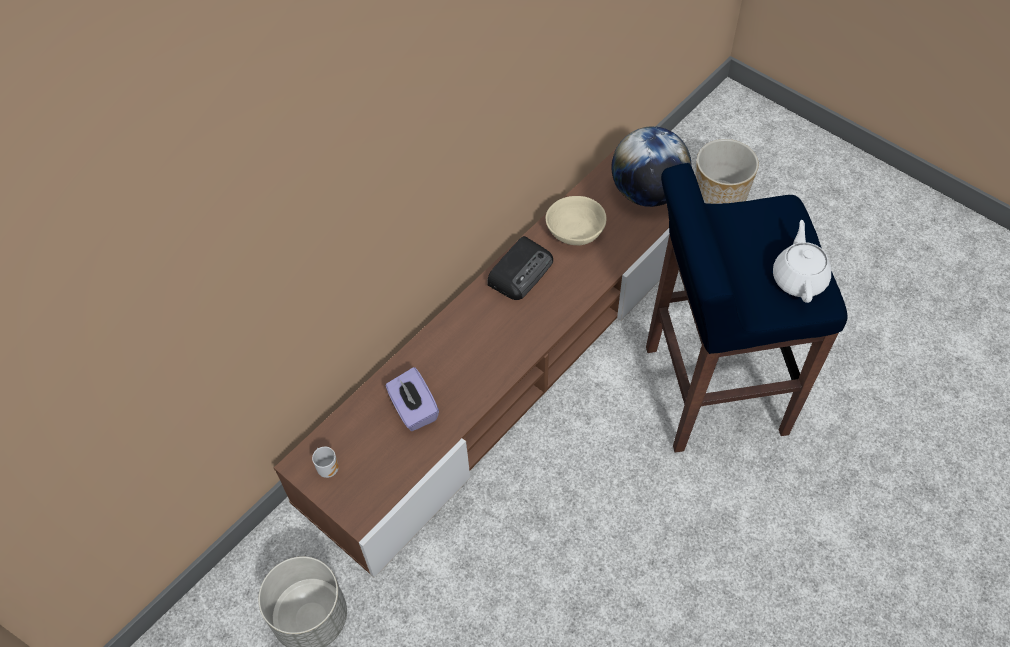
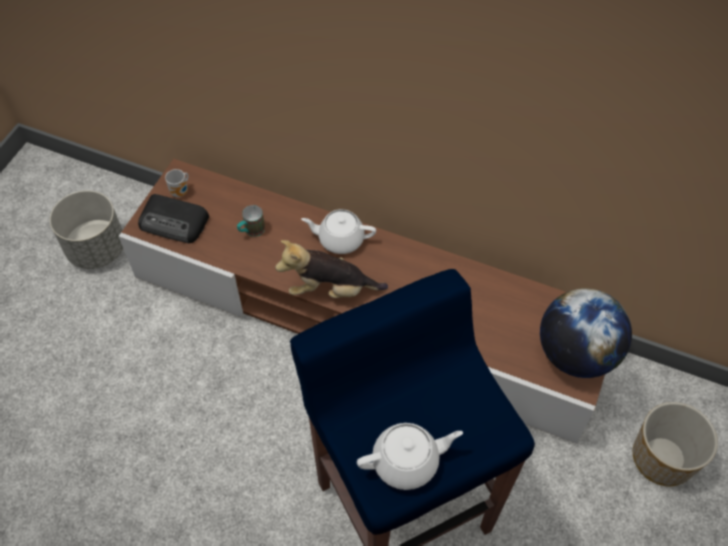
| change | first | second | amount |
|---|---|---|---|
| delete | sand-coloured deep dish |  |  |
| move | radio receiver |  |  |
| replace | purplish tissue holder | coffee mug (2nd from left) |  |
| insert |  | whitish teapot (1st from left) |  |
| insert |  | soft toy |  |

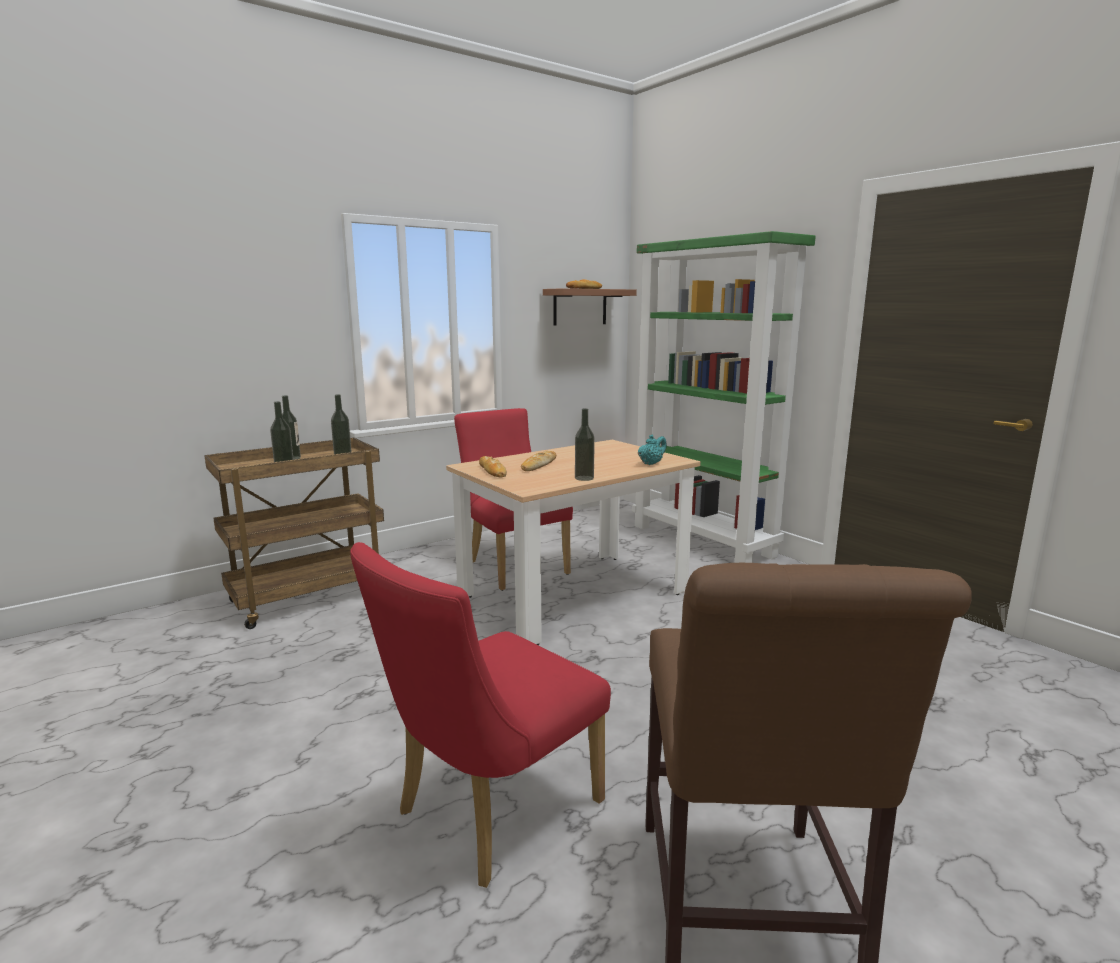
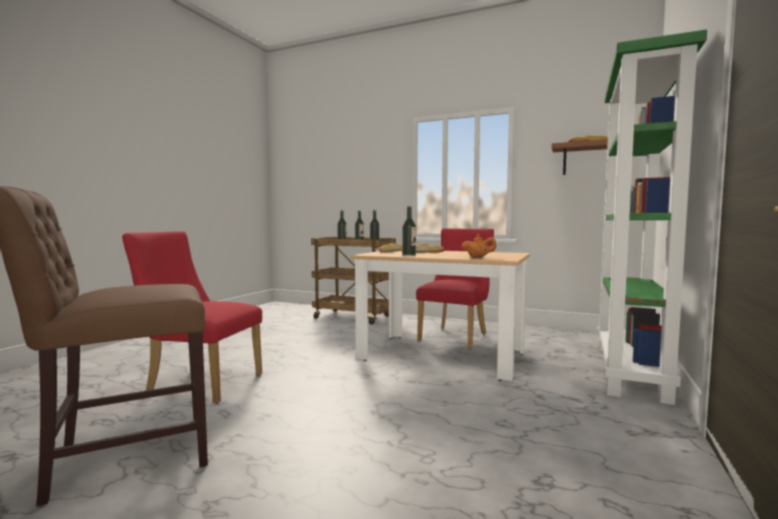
| change | first | second | amount |
|---|---|---|---|
| recolor | blue-green teapot | orangey teapot |  |

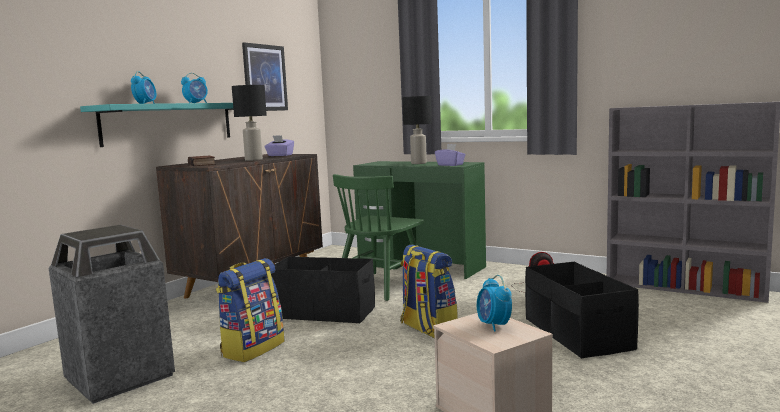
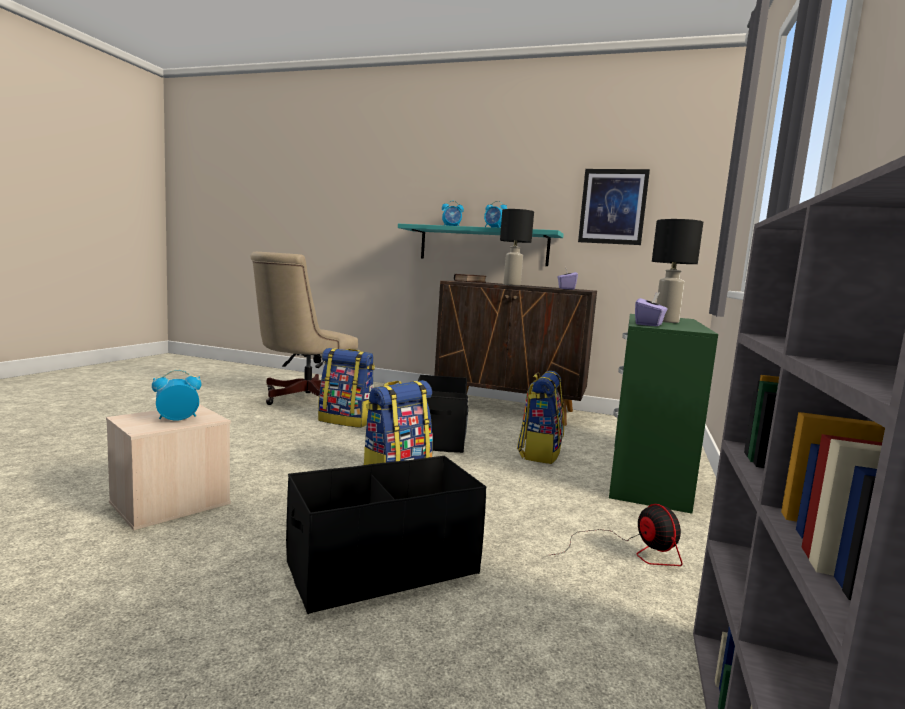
| change | first | second | amount |
|---|---|---|---|
| replace | greenish upright chair | backpack (3rd from left) |  |
| replace | waste bin | sand-coloured office chair |  |

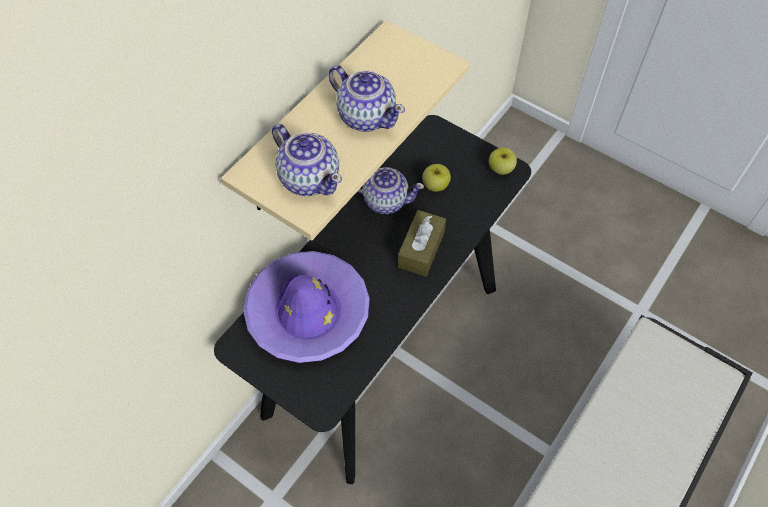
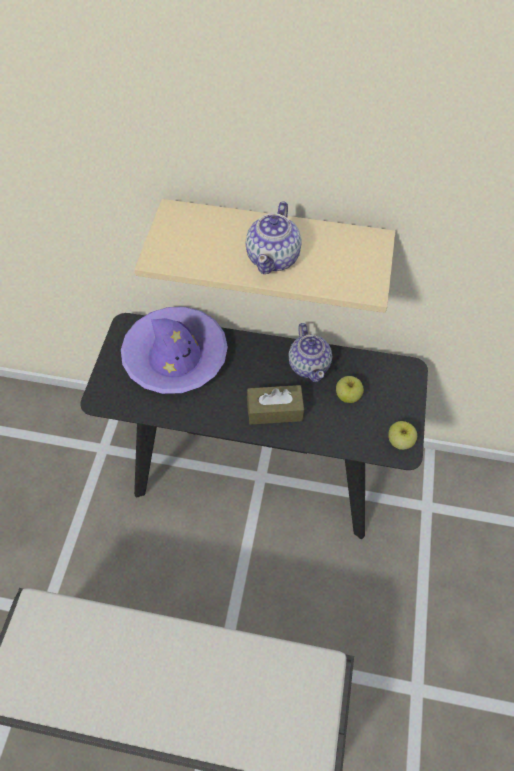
| change | first | second | amount |
|---|---|---|---|
| delete | teapot (1st from left) |  |  |

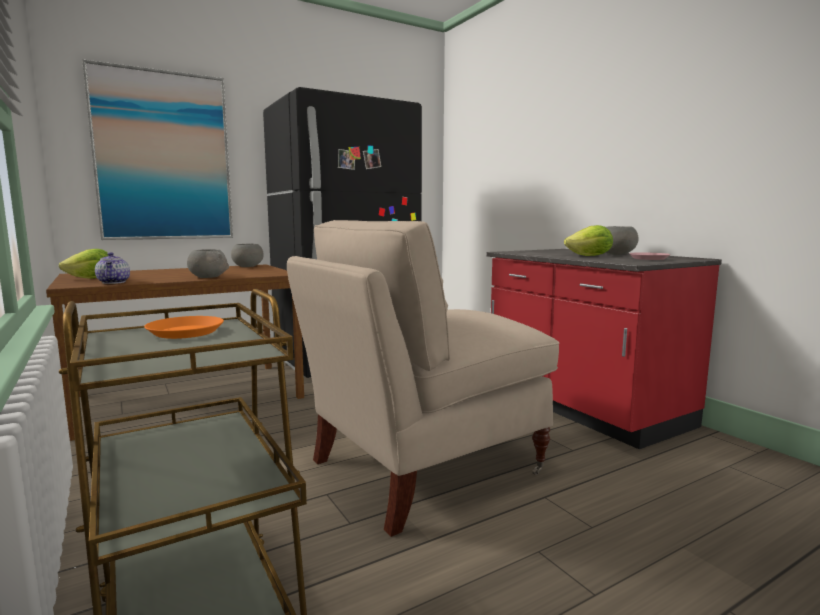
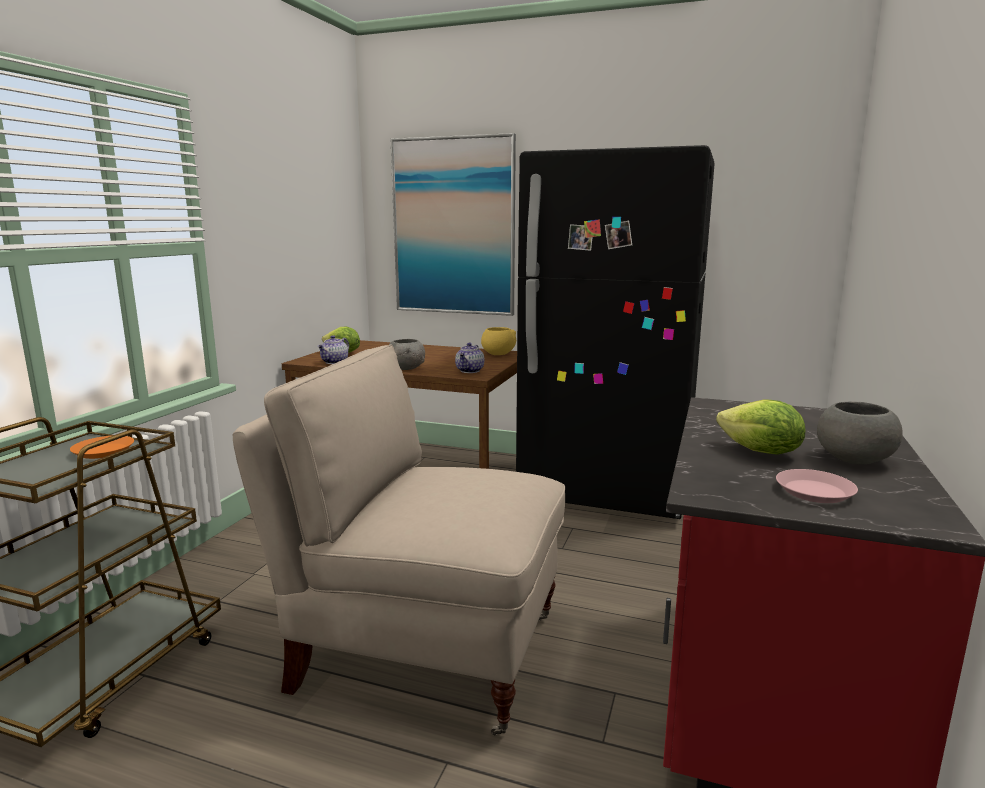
| change | first | second | amount |
|---|---|---|---|
| recolor | grey deep dish (2nd from left) | yellow-coloured deep dish |  |
| insert |  | teapot (2nd from left) |  |

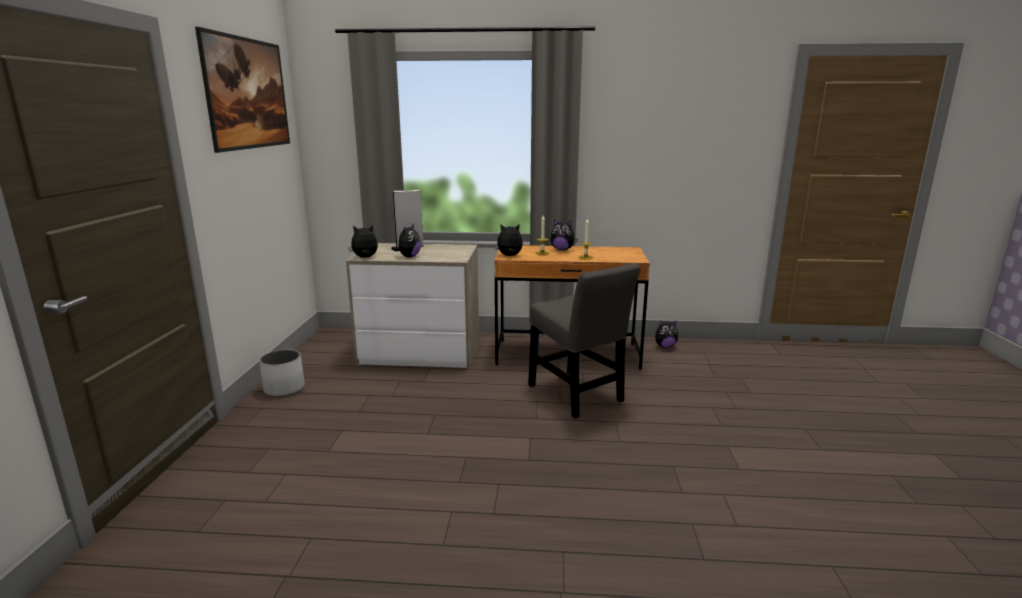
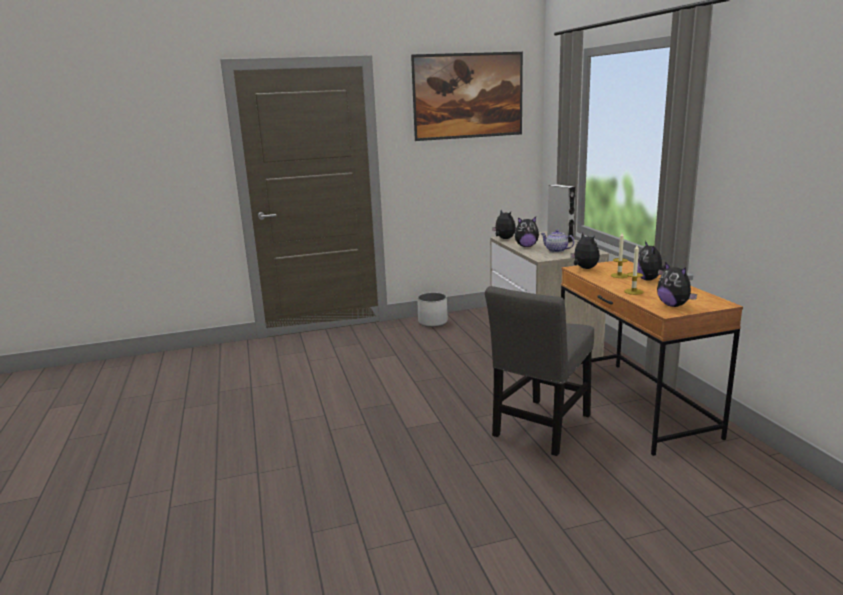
| change | first | second | amount |
|---|---|---|---|
| move | soft toy (5th from left) |  |  |
| insert |  | teapot |  |

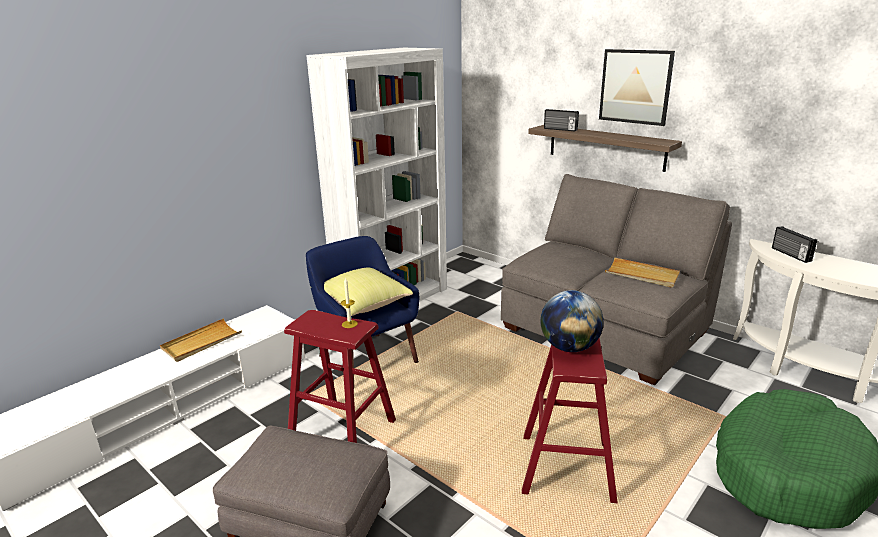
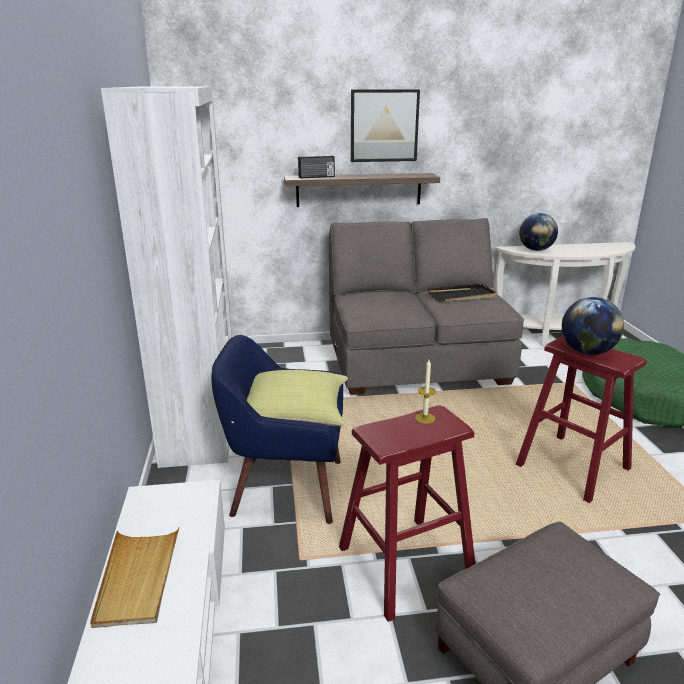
| change | first | second | amount |
|---|---|---|---|
| replace | radio receiver (2nd from left) | globe (1st from left) |  |
| recolor | sand-coloured tray (2nd from left) | black-coloured tray |  |

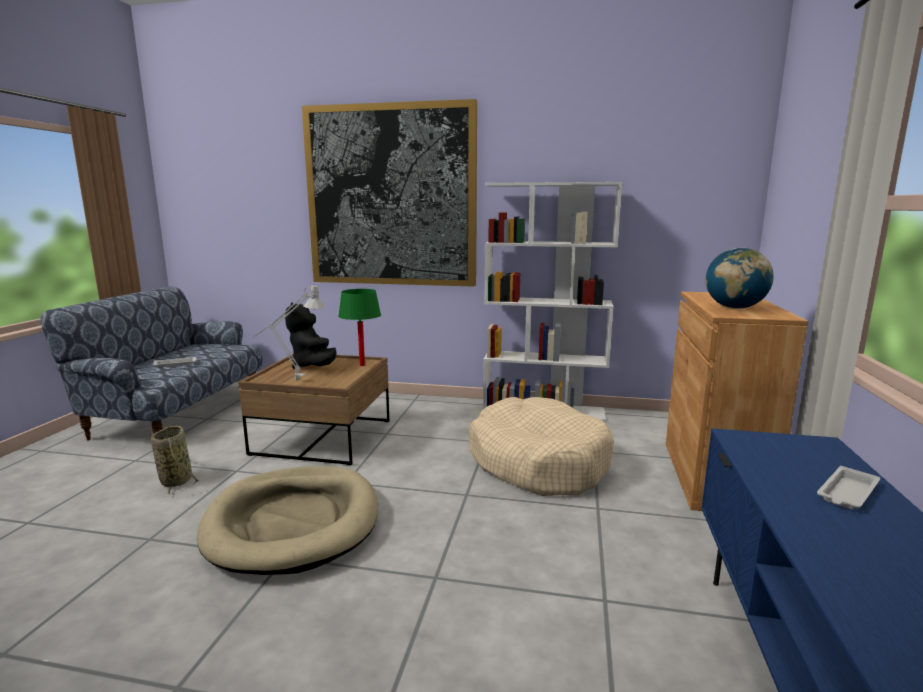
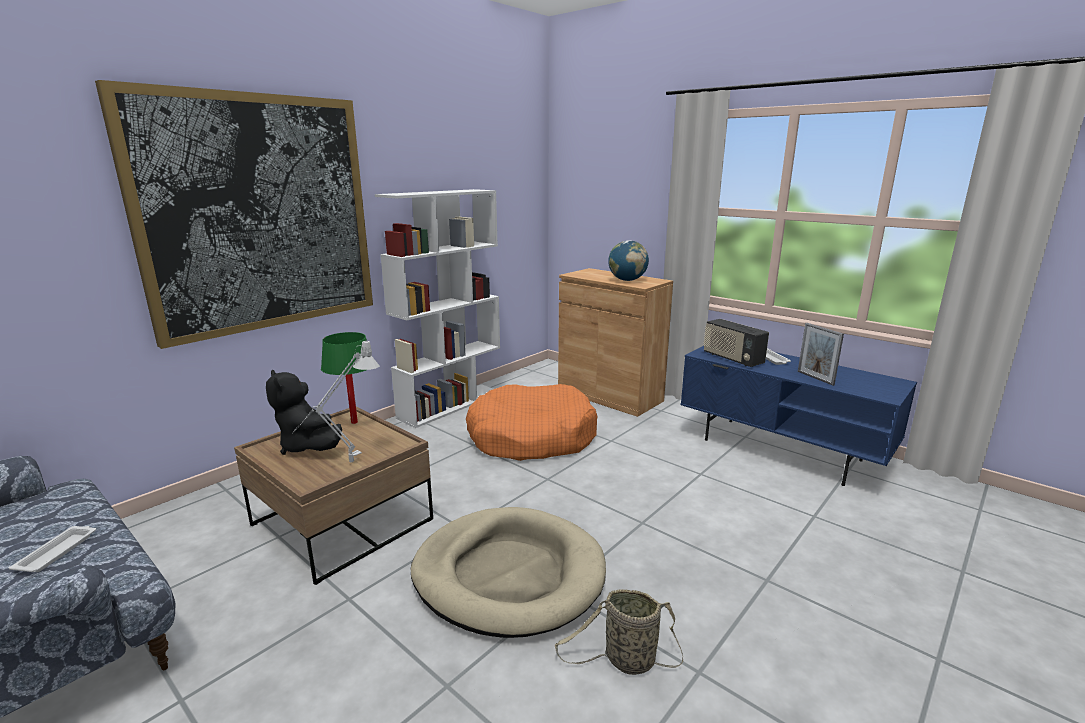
| change | first | second | amount |
|---|---|---|---|
| rotate | black-coloured soft toy |  | 45 degrees clockwise |
| recolor | sand-coloured dog bed (2nd from left) | orangey dog bed |  |
| move | household basket |  |  |
| insert |  | radio receiver |  |
| insert |  | standing frame |  |

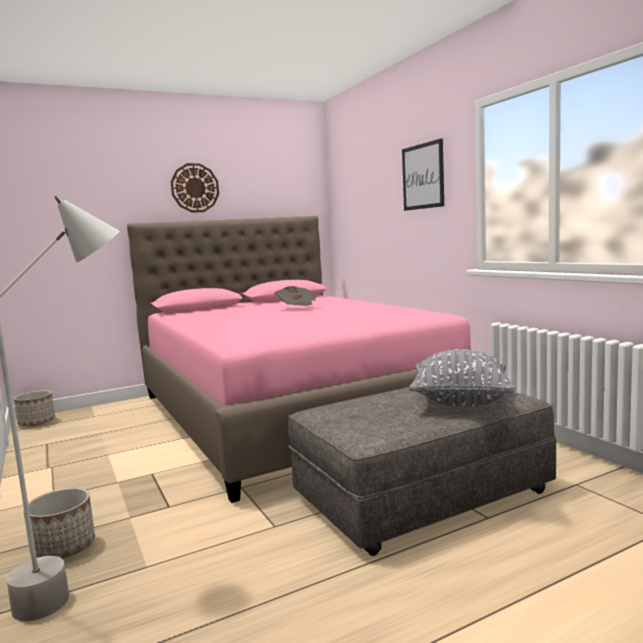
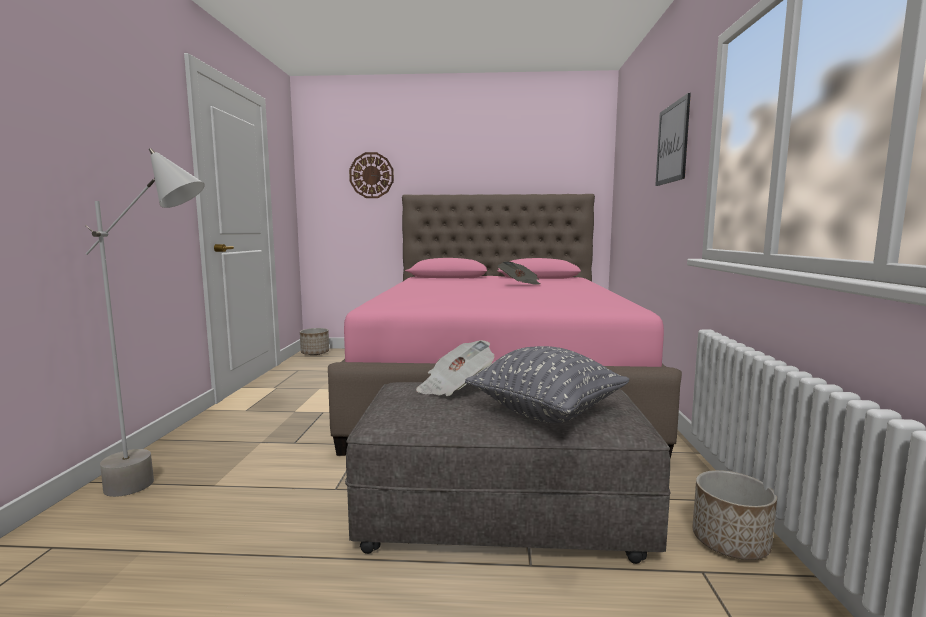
| change | first | second | amount |
|---|---|---|---|
| move | hanging clock |  |  |
| move | planter (2nd from left) |  |  |
| insert |  | newspaper (1st from left) |  |

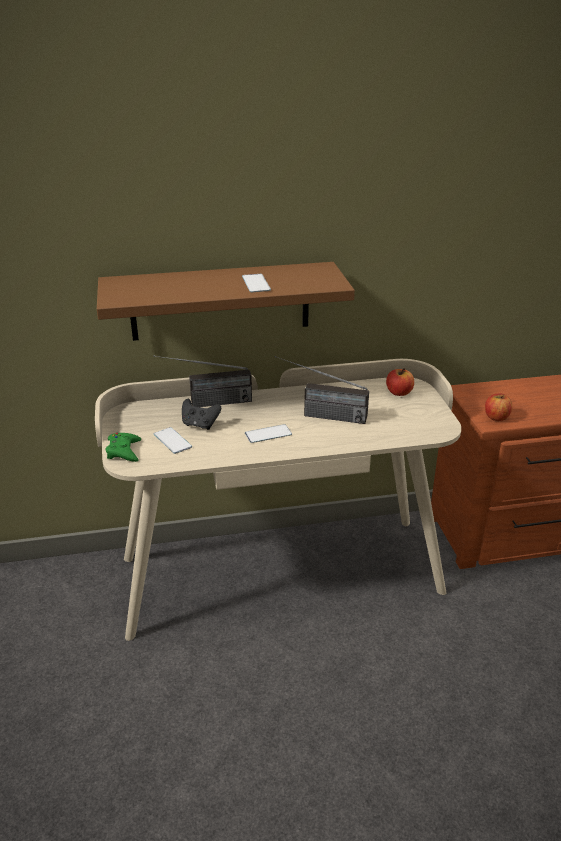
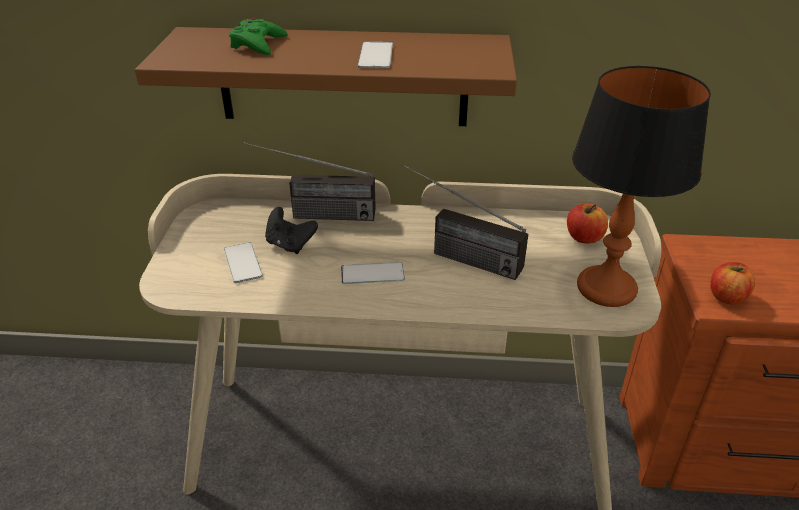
| change | first | second | amount |
|---|---|---|---|
| move | greenish game controller |  |  |
| insert |  | lamp for a table |  |

